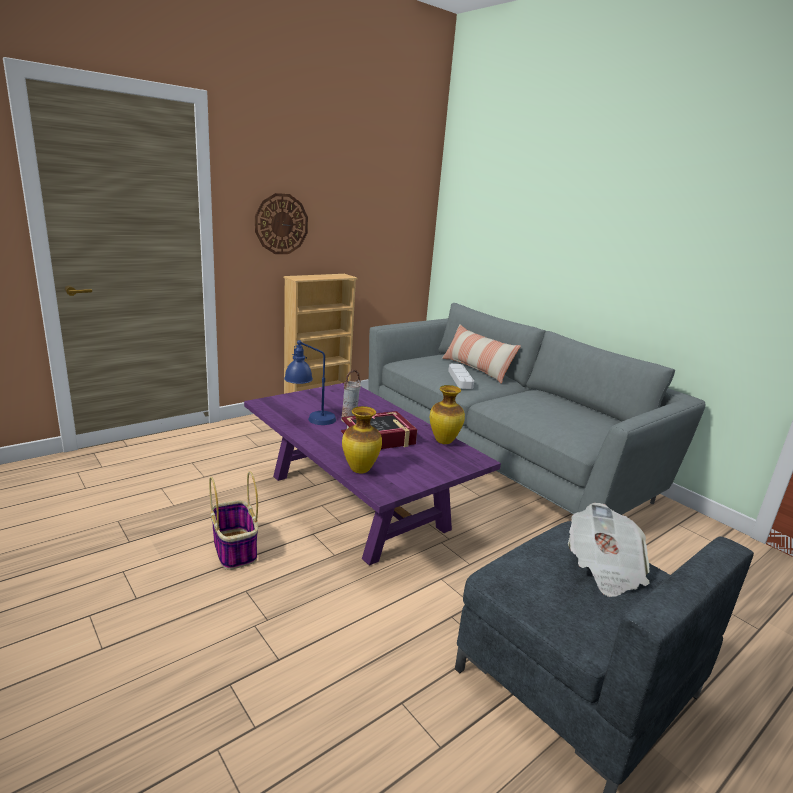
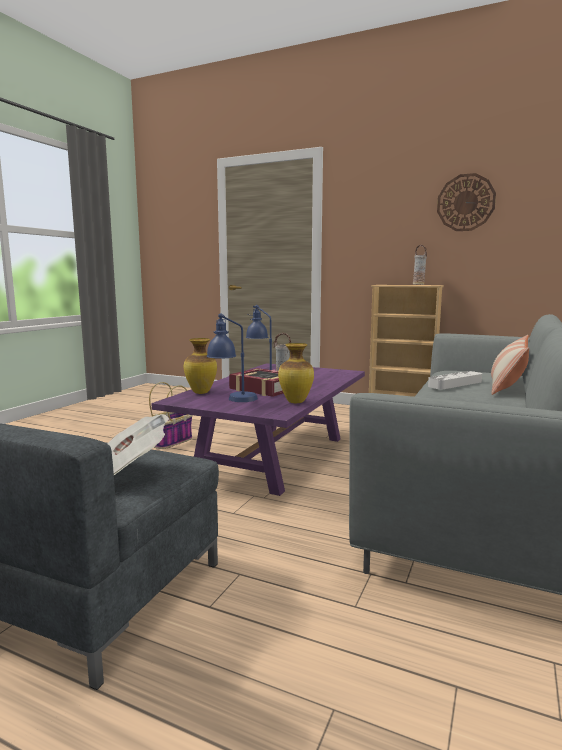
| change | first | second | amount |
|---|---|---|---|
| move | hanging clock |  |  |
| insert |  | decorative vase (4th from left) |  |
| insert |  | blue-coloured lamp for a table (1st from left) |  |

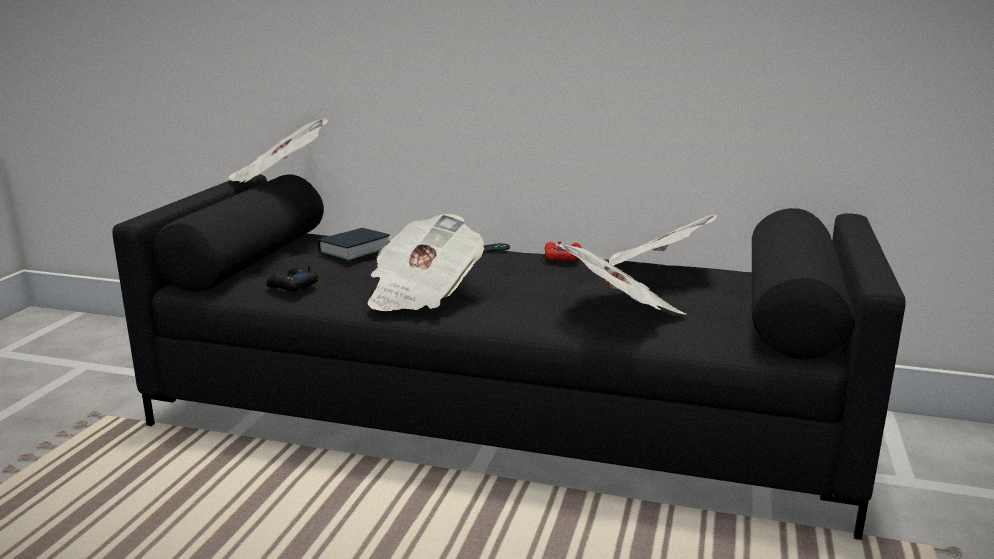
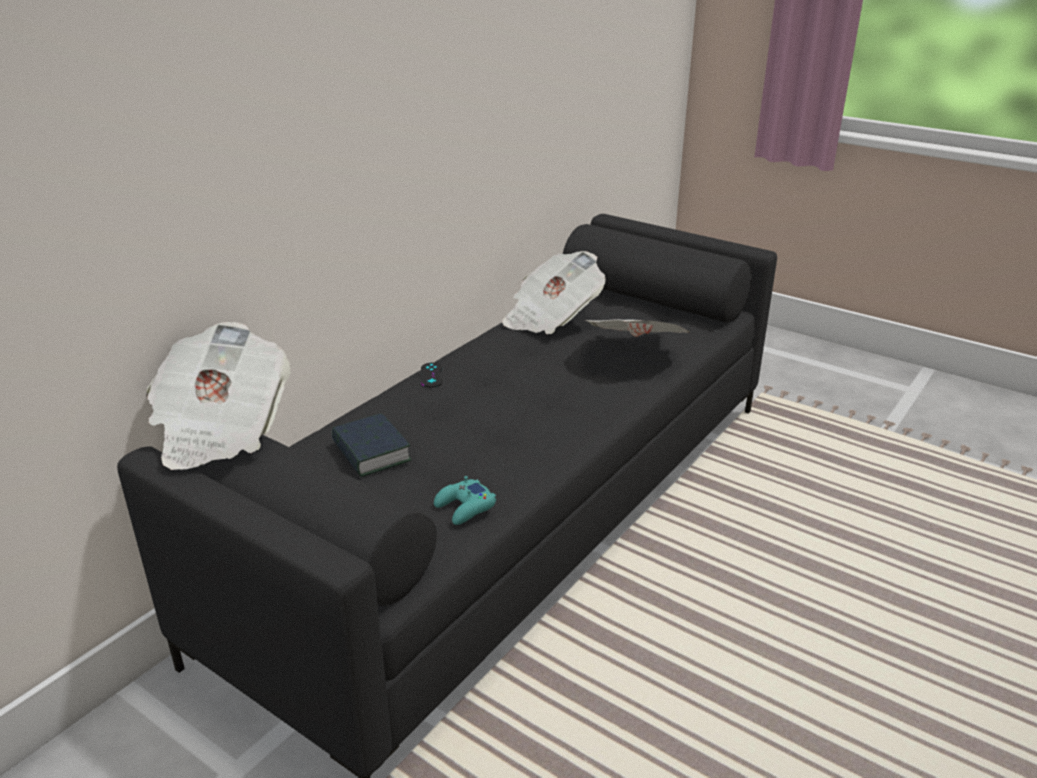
| change | first | second | amount |
|---|---|---|---|
| delete | newspaper (2nd from left) |  |  |
| delete | reddish game controller |  |  |
| recolor | black-coloured game controller (1st from left) | blue-green game controller |  |

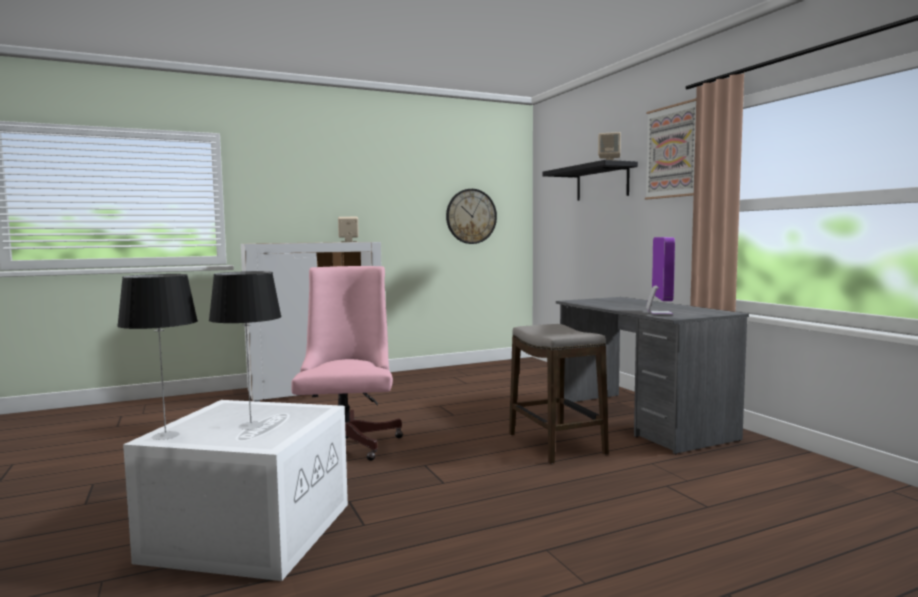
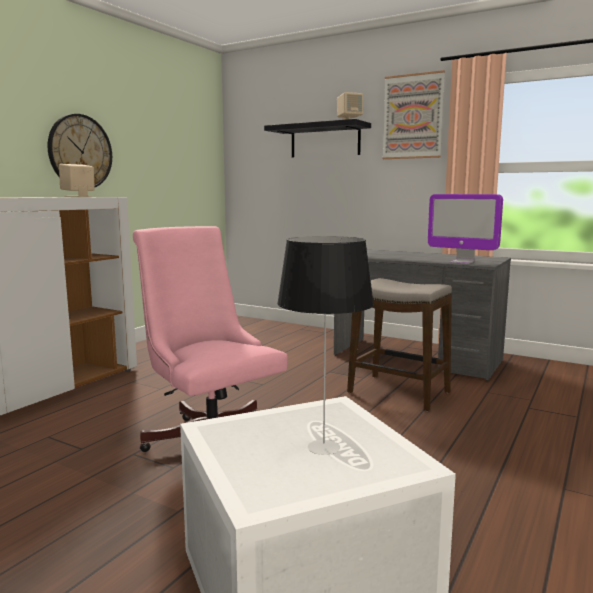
| change | first | second | amount |
|---|---|---|---|
| move | hanging clock |  |  |
| rotate | computer display |  | 150 degrees clockwise |
| delete | lamp for a table (1st from left) |  |  |

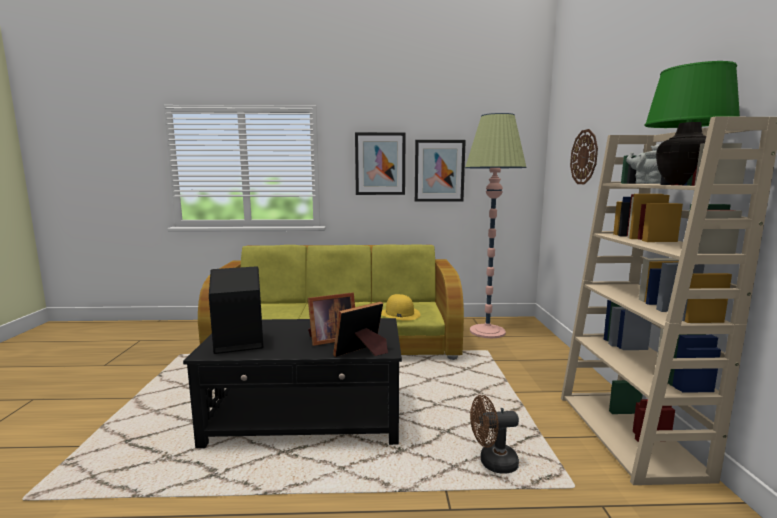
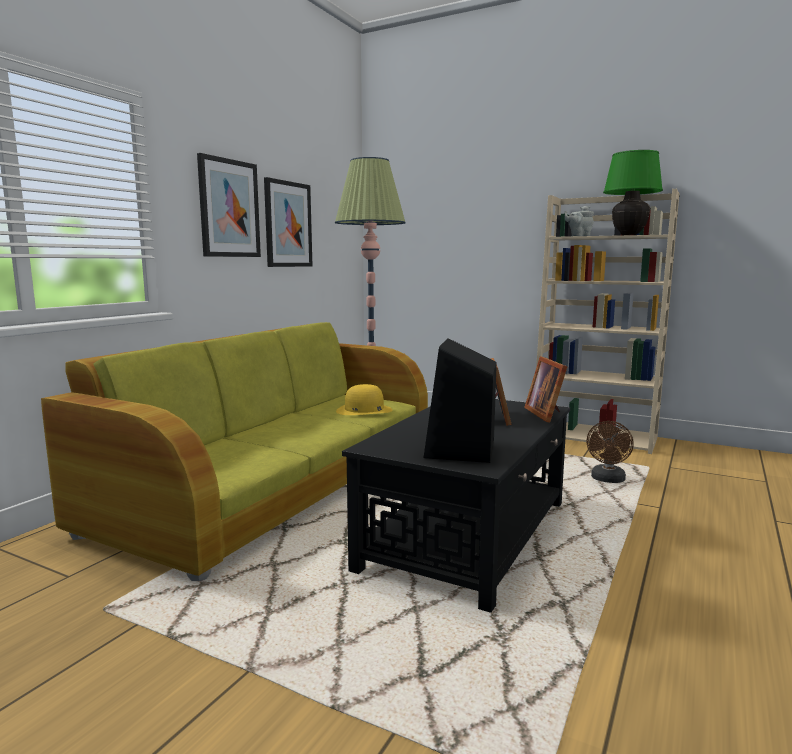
| change | first | second | amount |
|---|---|---|---|
| delete | hanging clock |  |  |

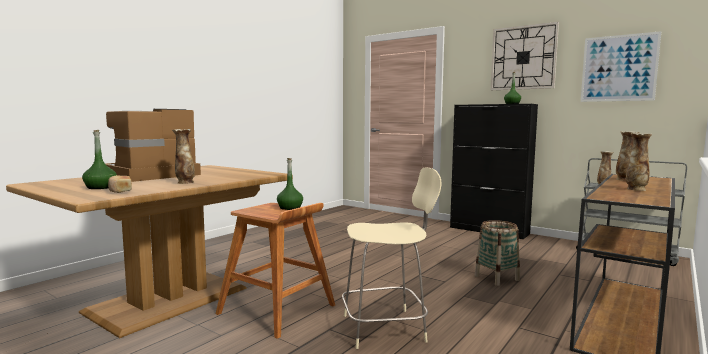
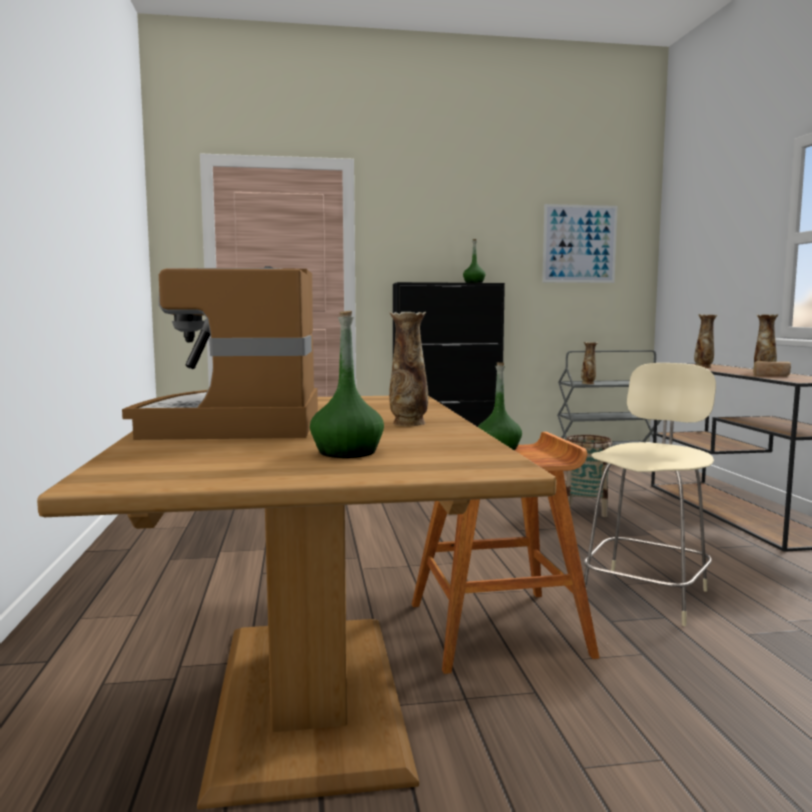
| change | first | second | amount |
|---|---|---|---|
| delete | hanging clock |  |  |
| move | bakery bread |  |  |

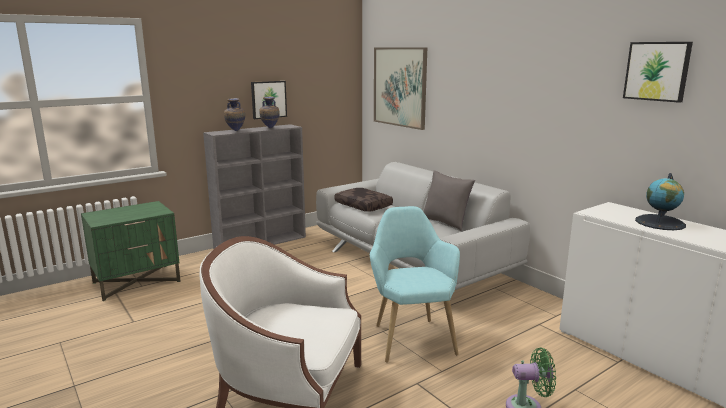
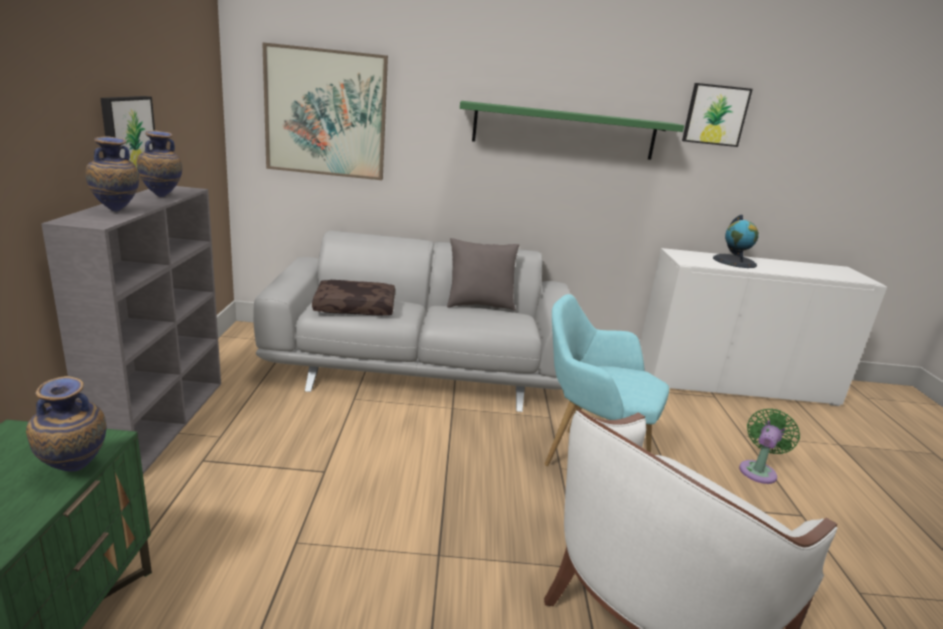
| change | first | second | amount |
|---|---|---|---|
| insert |  | greenish wall shelf |  |
| insert |  | decorative vase (1st from left) |  |

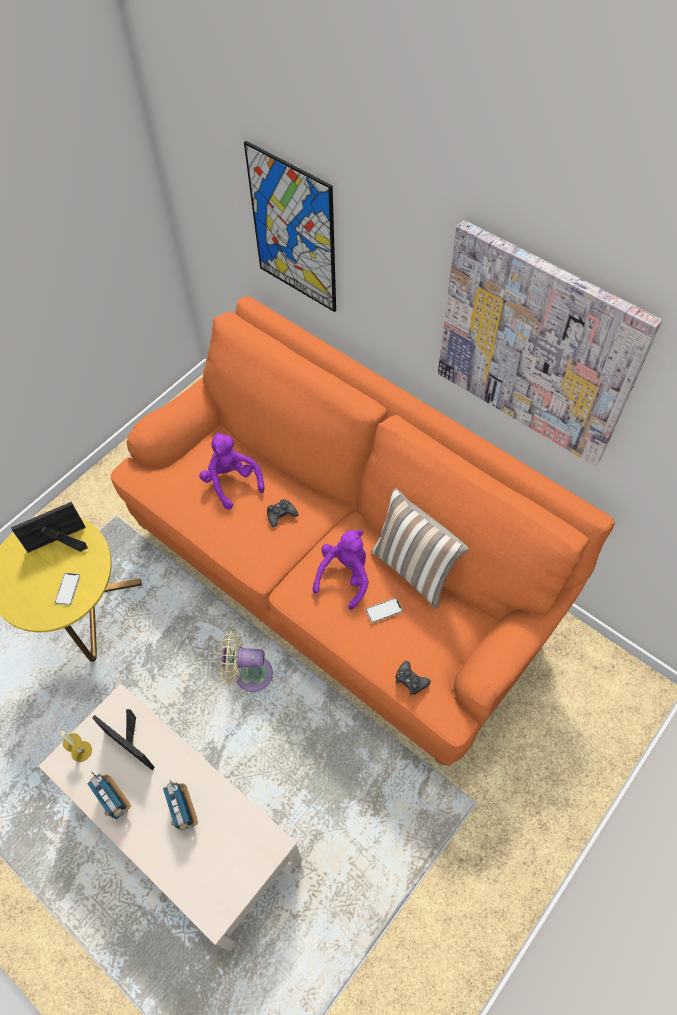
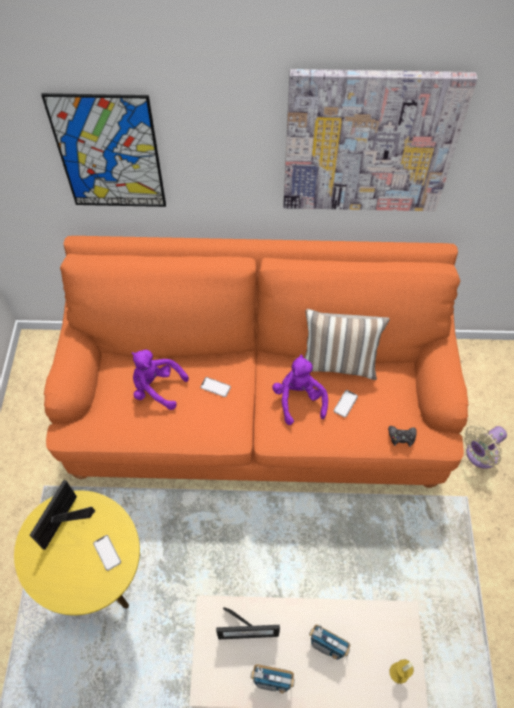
| change | first | second | amount |
|---|---|---|---|
| replace | black-coloured game controller (1st from left) | handset (2nd from left) |  |
| move | sand-coloured cooling fan |  |  |
| move | candle |  |  |

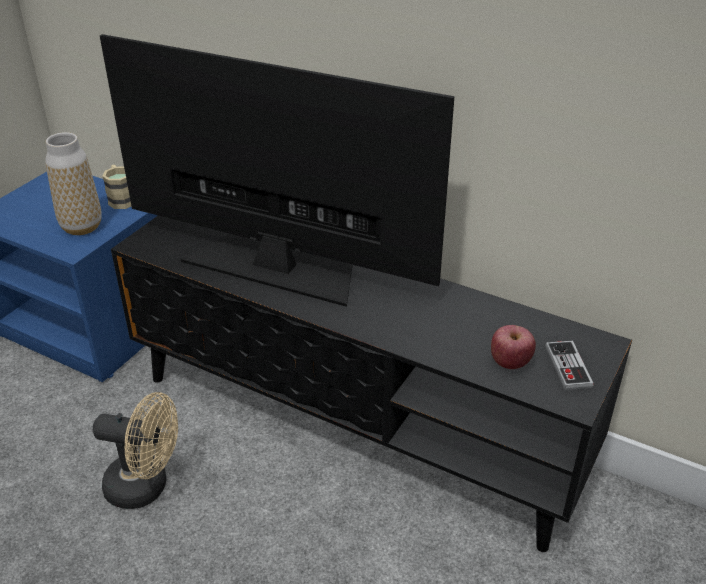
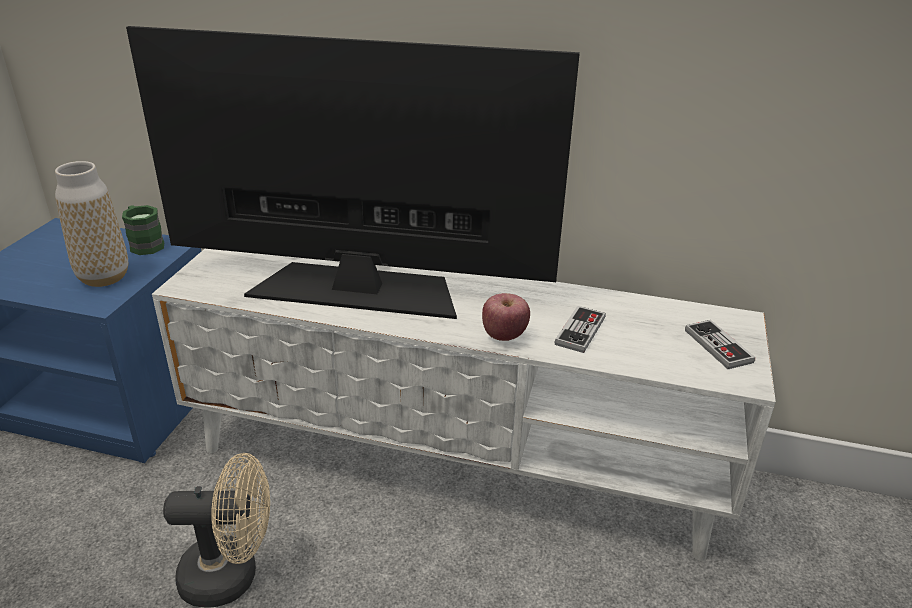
| change | first | second | amount |
|---|---|---|---|
| recolor | sand-coloured coffee mug | greenish coffee mug |  |
| recolor | black-coloured tv stand | whitish tv stand |  |
| move | whole apple |  |  |
| insert |  | game controller (1st from left) |  |

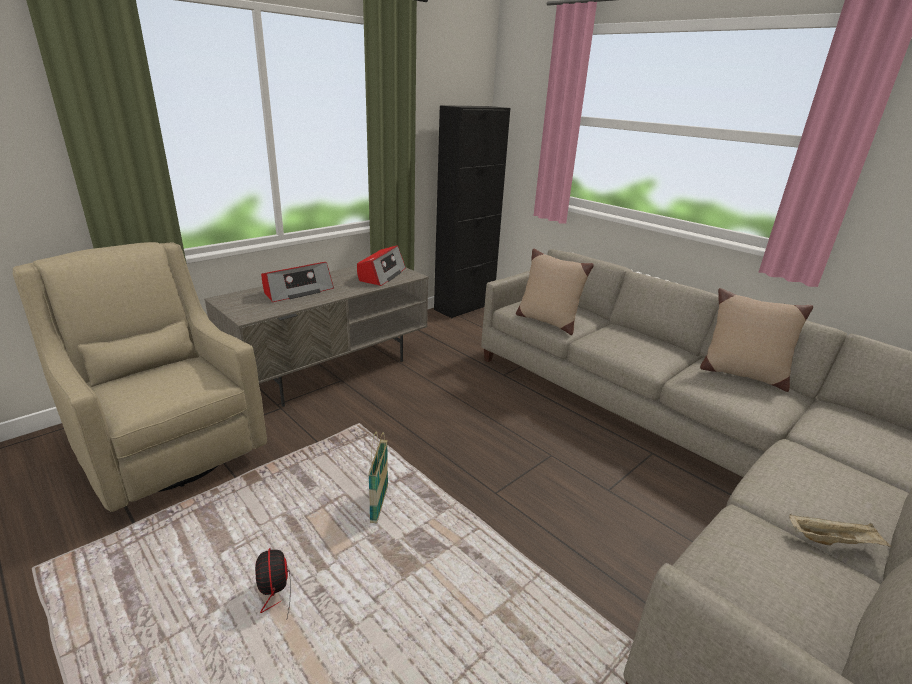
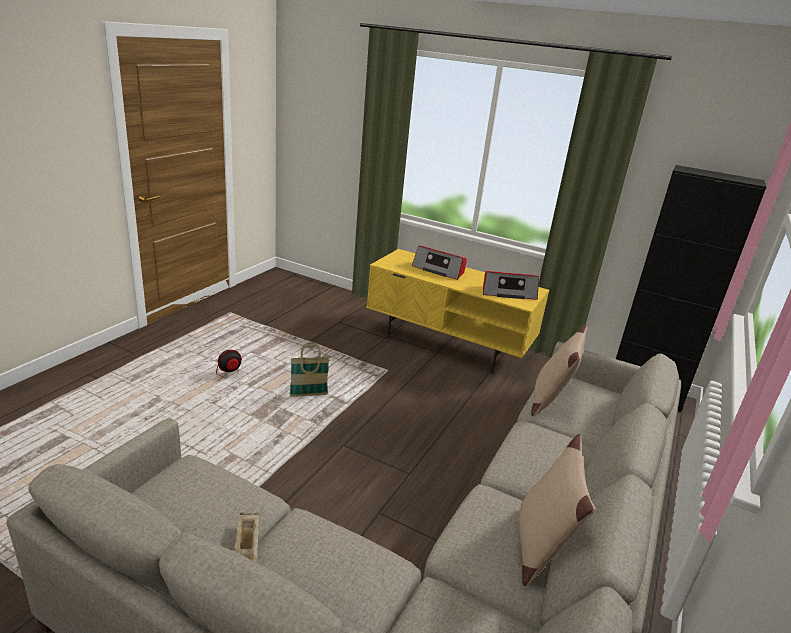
| change | first | second | amount |
|---|---|---|---|
| delete | sand-coloured lounge chair |  |  |
| recolor | grey tv stand | yellow-coloured tv stand |  |

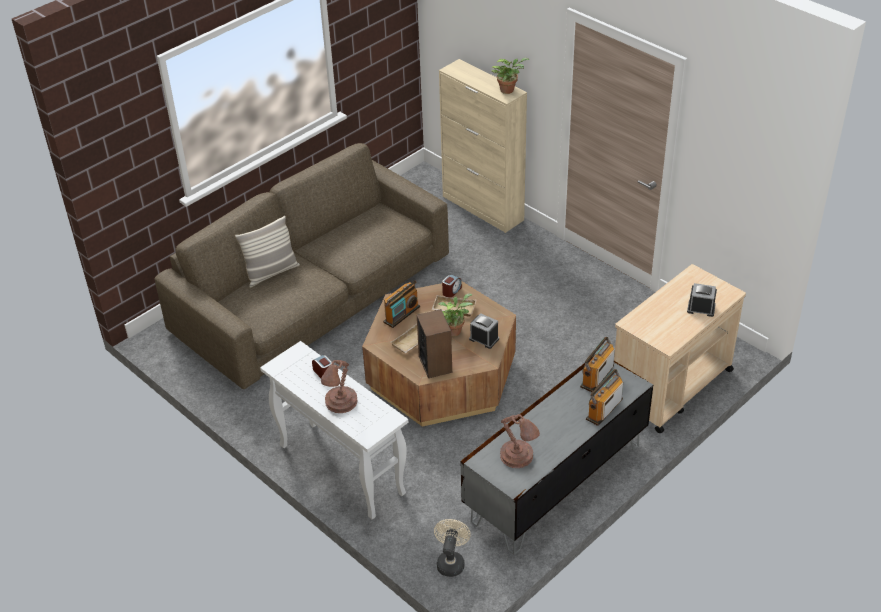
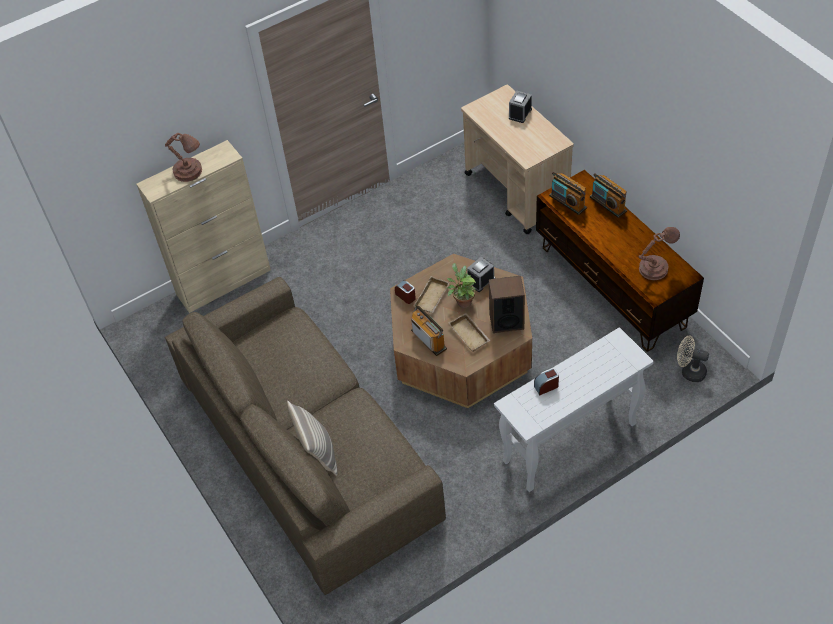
| change | first | second | amount |
|---|---|---|---|
| delete | houseplant (2nd from left) |  |  |
| recolor | grey tv stand | brown-coloured tv stand |  |
| move | brown-coloured lamp for a table (1st from left) |  |  |

